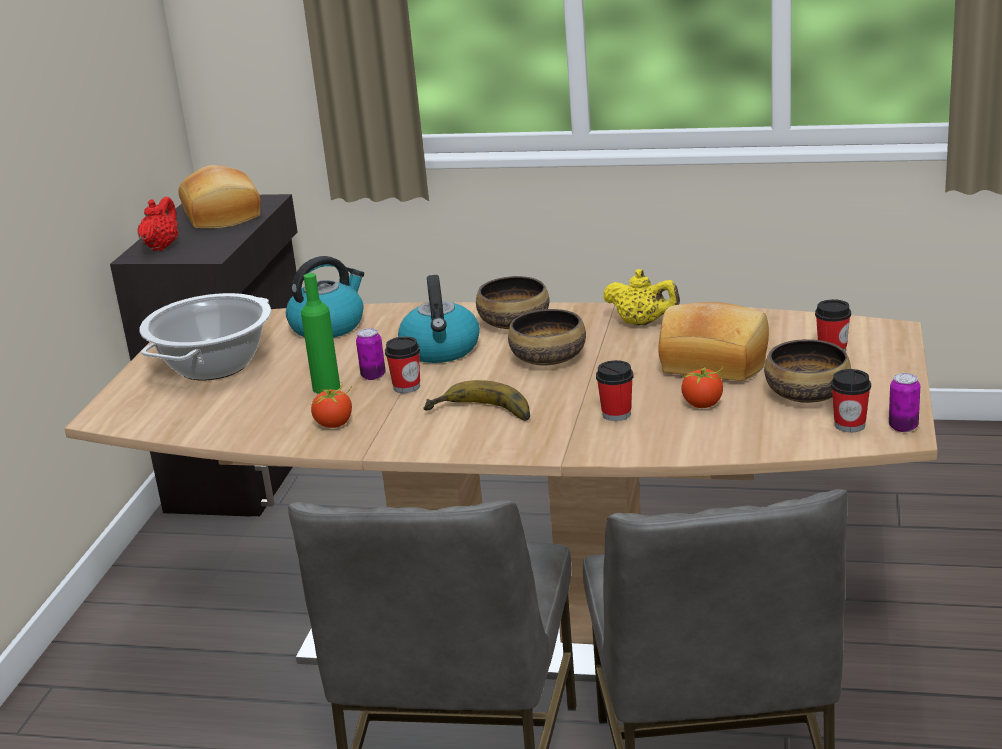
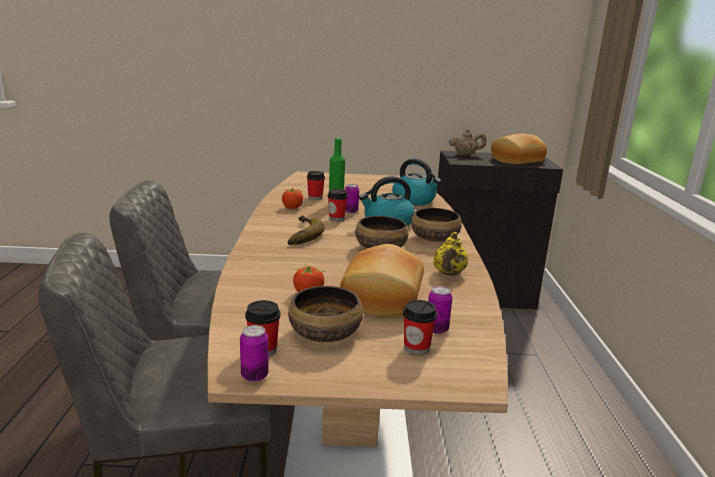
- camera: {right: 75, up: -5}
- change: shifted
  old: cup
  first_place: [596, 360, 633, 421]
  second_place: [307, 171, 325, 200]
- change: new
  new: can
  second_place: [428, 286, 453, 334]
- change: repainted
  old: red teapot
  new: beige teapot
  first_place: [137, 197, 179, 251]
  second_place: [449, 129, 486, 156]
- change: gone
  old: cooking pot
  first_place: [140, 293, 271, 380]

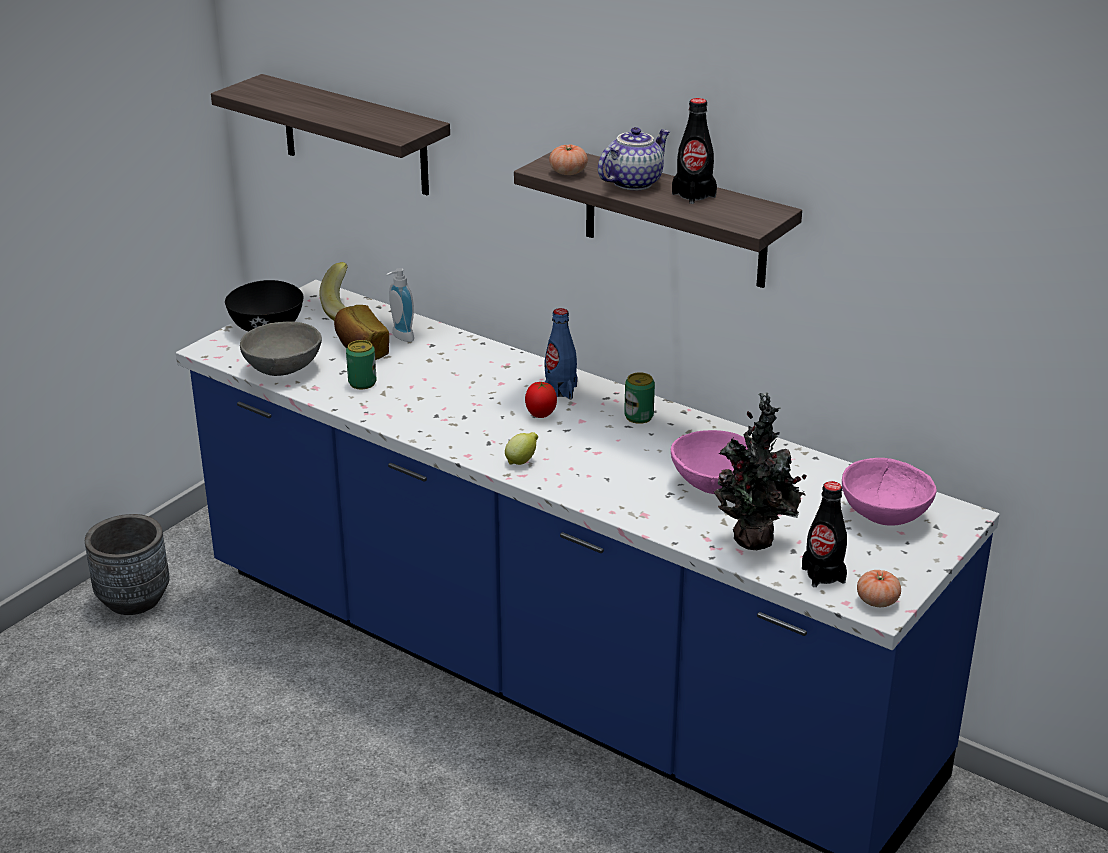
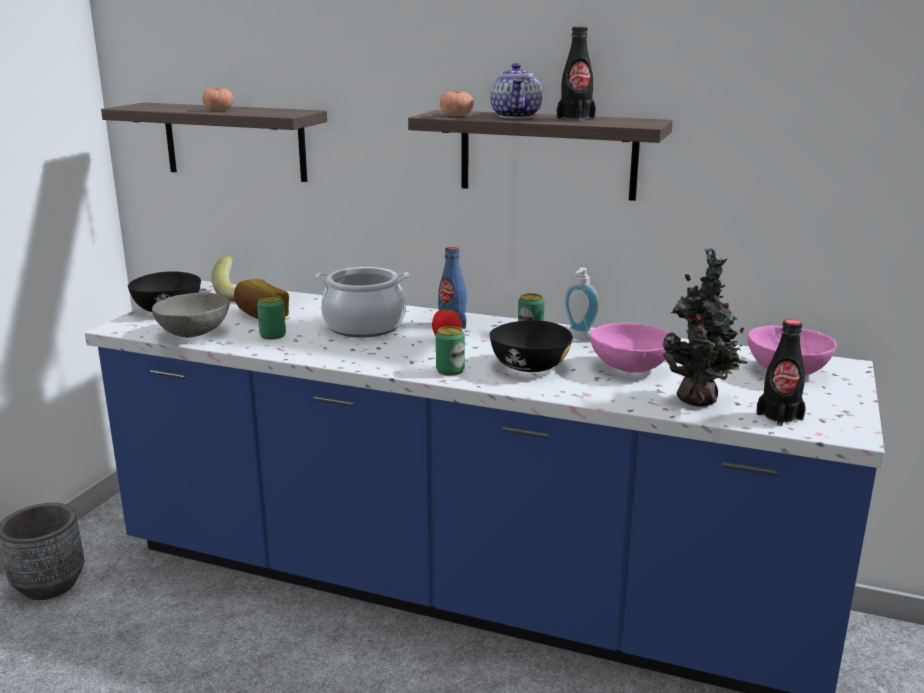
- camera: {right: -15, up: -10}
- change: shifted
  old: tomato
  first_place: [857, 570, 901, 607]
  second_place: [202, 87, 234, 111]
- change: new
  new: cooking pot
  second_place: [316, 267, 409, 338]
- change: swapped
  old: lemon
  new: can
  first_place: [505, 432, 538, 465]
  second_place: [436, 326, 465, 376]
- change: rotated
  old: teapot
  first_place: [598, 127, 670, 190]
  second_place: [490, 63, 542, 119]
  degrees: 150
- change: new
  new: black bowl
  second_place: [490, 320, 573, 372]
- change: shifted
  old: soap dispenser
  first_place: [386, 268, 414, 342]
  second_place: [564, 268, 599, 341]

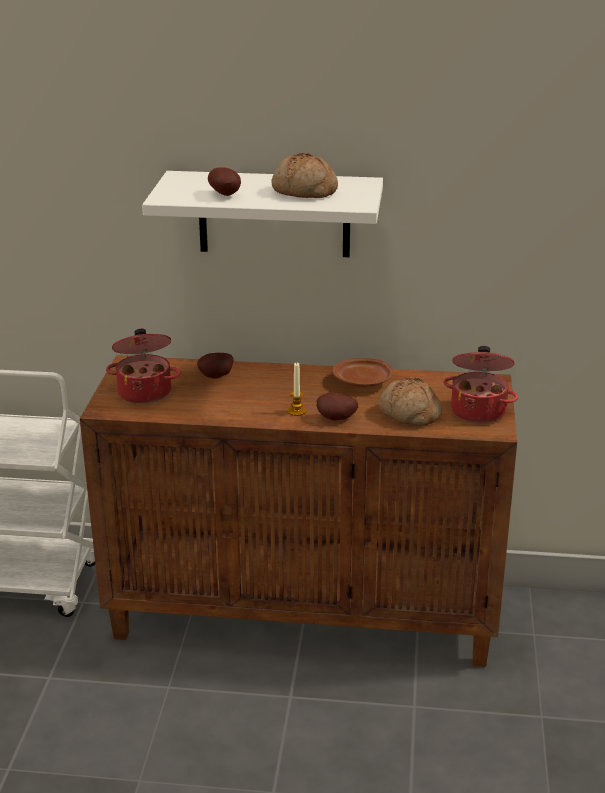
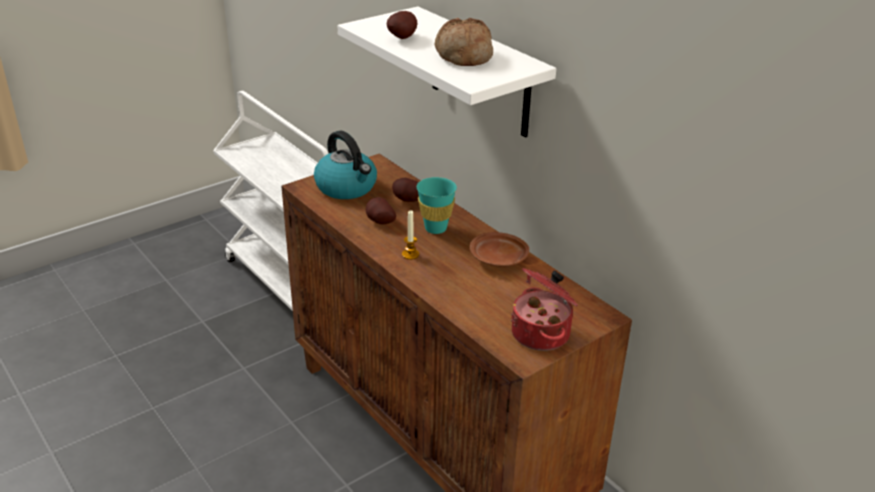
- camera: {right: 45, up: 5}
- change: swapped
  old: cooking pot
  new: kettle
  first_place: [106, 329, 181, 404]
  second_place: [314, 131, 377, 199]
- change: shifted
  old: potato
  first_place: [316, 392, 358, 421]
  second_place: [366, 197, 396, 224]
- change: new
  new: turquoise cup
  second_place: [417, 177, 457, 234]
- change: gone
  old: bread
  first_place: [378, 378, 442, 426]

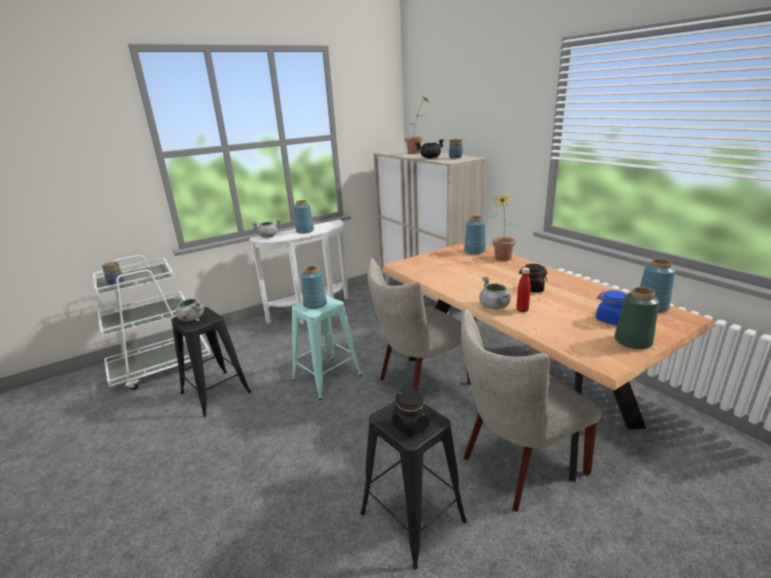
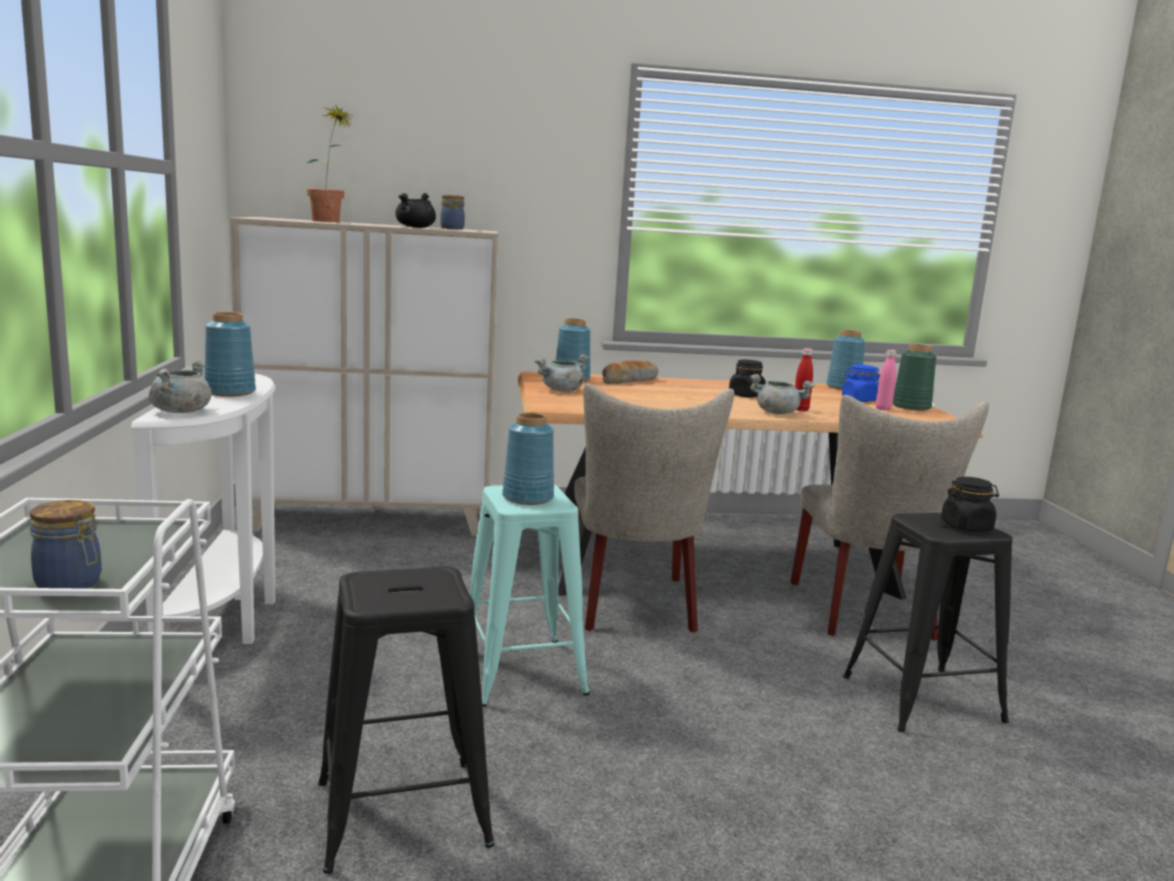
- camera: {right: -65, up: -10}
- change: shifted
  old: grey cooking pot
  first_place: [173, 296, 204, 322]
  second_place: [535, 354, 589, 392]
- change: swapped
  old: potted plant
  new: bread
  first_place: [491, 191, 518, 261]
  second_place: [602, 360, 658, 384]
- change: new
  new: pink bottle
  second_place: [876, 350, 896, 410]

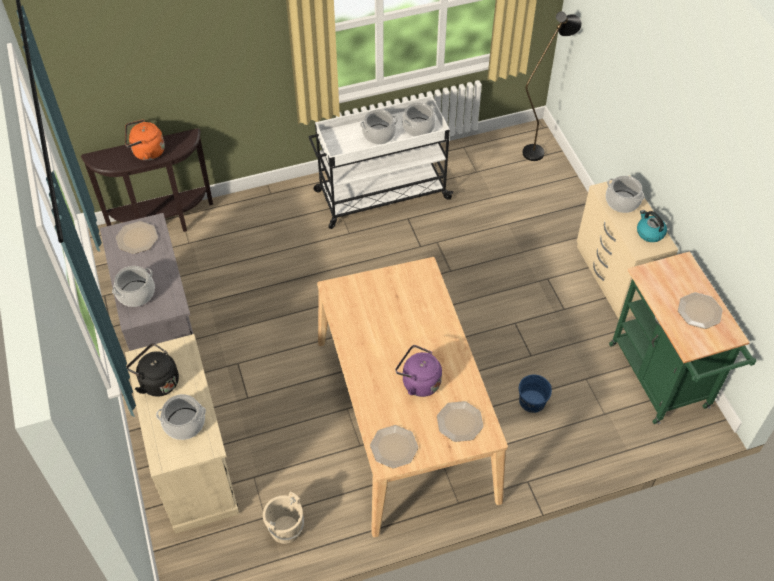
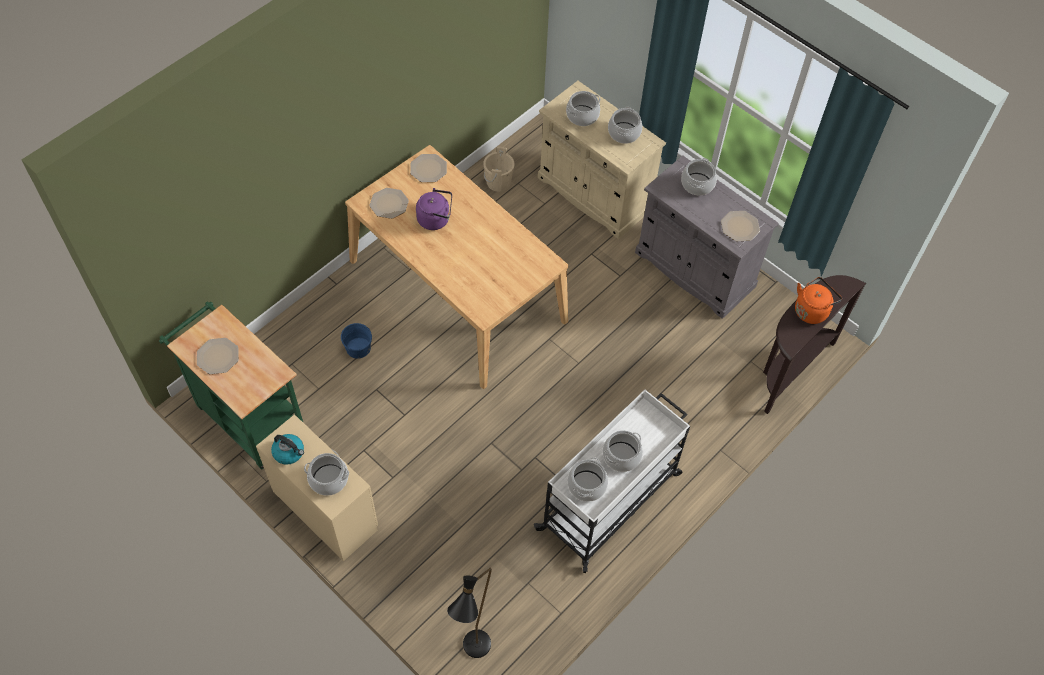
- camera: {right: 150, up: 5}
- change: swapped
  old: black kettle
  new: cooking pot
  first_place: [127, 343, 179, 397]
  second_place: [608, 107, 642, 144]

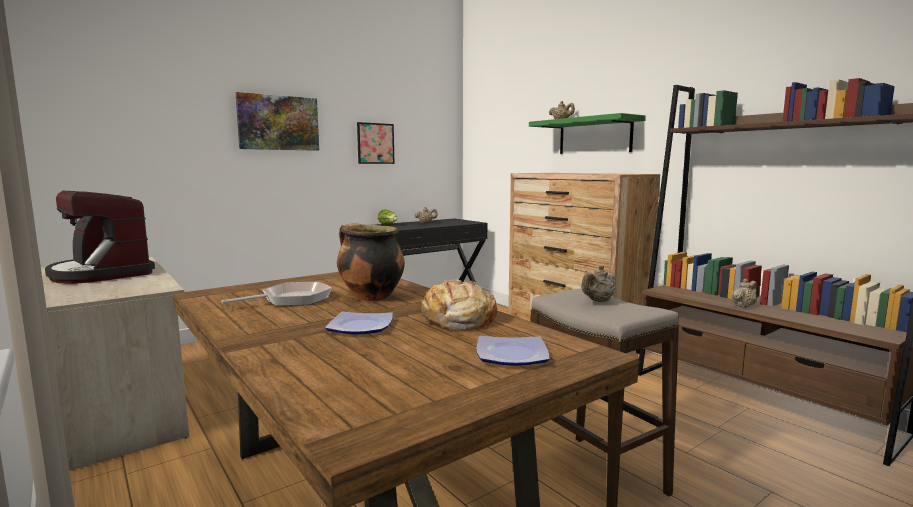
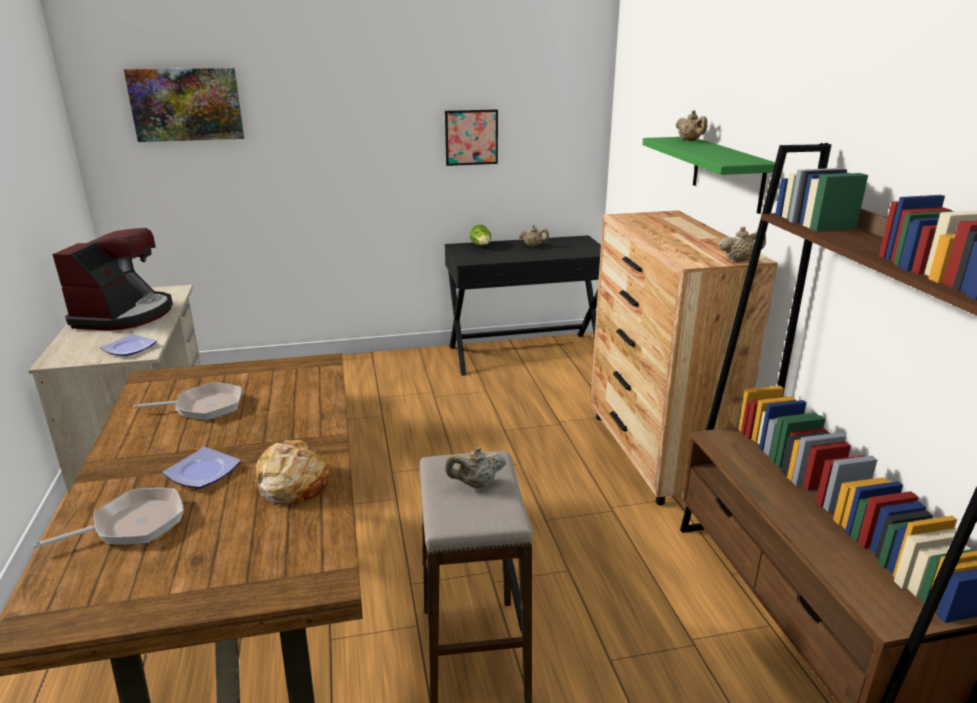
- camera: {right: 25, up: 15}
- change: new
  new: frying pan
  second_place: [33, 488, 184, 548]
- change: rotated
  old: coffee machine
  first_place: [45, 190, 155, 284]
  second_place: [52, 228, 173, 331]
  degrees: -150
- change: shifted
  old: plate
  first_place: [476, 336, 549, 366]
  second_place: [100, 334, 157, 356]
- change: shifted
  old: picture
  first_place: [235, 92, 319, 151]
  second_place: [124, 68, 244, 142]
- change: shifted
  old: beige teapot
  first_place: [732, 279, 758, 308]
  second_place: [719, 226, 766, 262]
- change: gone
  old: cooking pot
  first_place: [337, 223, 405, 301]

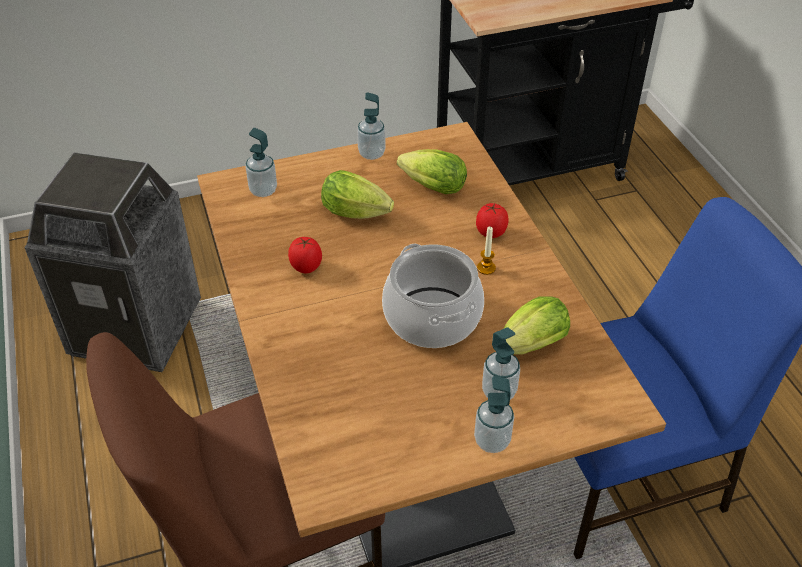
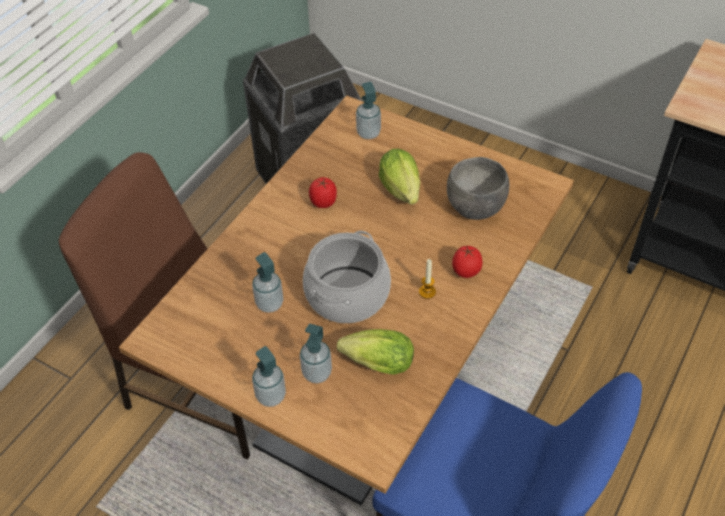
- camera: {right: 50, up: 5}
- change: shifted
  old: soap dispenser
  first_place: [357, 92, 386, 160]
  second_place: [252, 252, 283, 313]
- change: swapped
  old: lettuce
  new: grey bowl
  first_place: [397, 149, 467, 194]
  second_place: [447, 157, 509, 220]

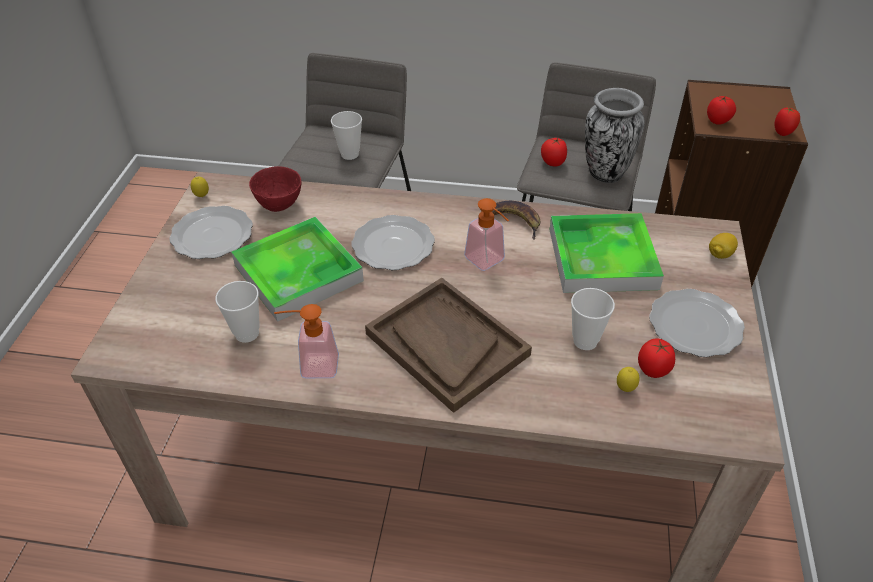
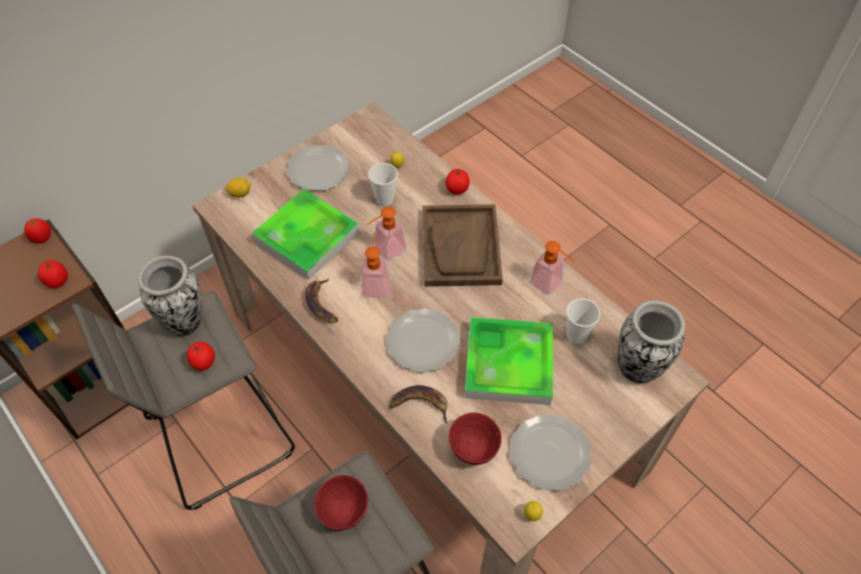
- camera: {right: -140, up: 10}
- change: swapped
  old: cup
  new: red bowl
  first_place: [331, 111, 362, 160]
  second_place: [314, 475, 368, 530]
- change: new
  new: soap dispenser
  second_place: [367, 207, 407, 261]
- change: new
  new: banana
  second_place: [390, 385, 447, 423]
- change: shifted
  old: tomato
  first_place: [638, 338, 675, 378]
  second_place: [445, 169, 470, 194]
- change: new
  new: vase
  second_place: [618, 300, 685, 383]

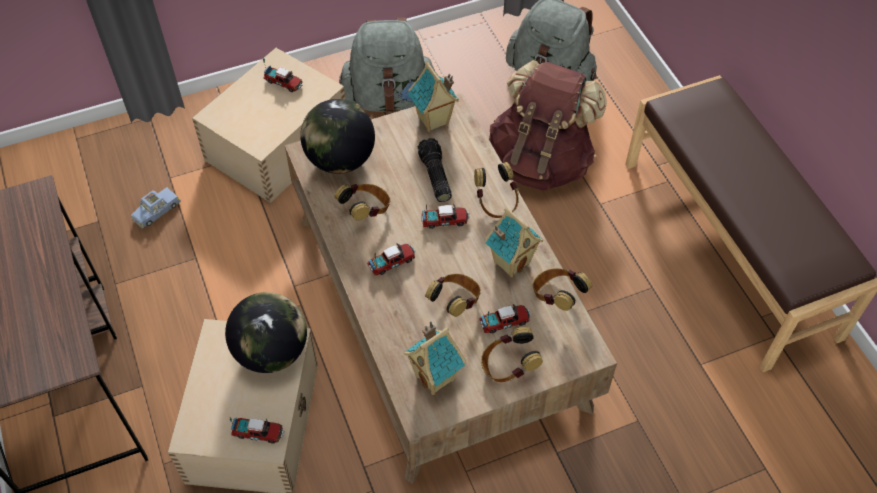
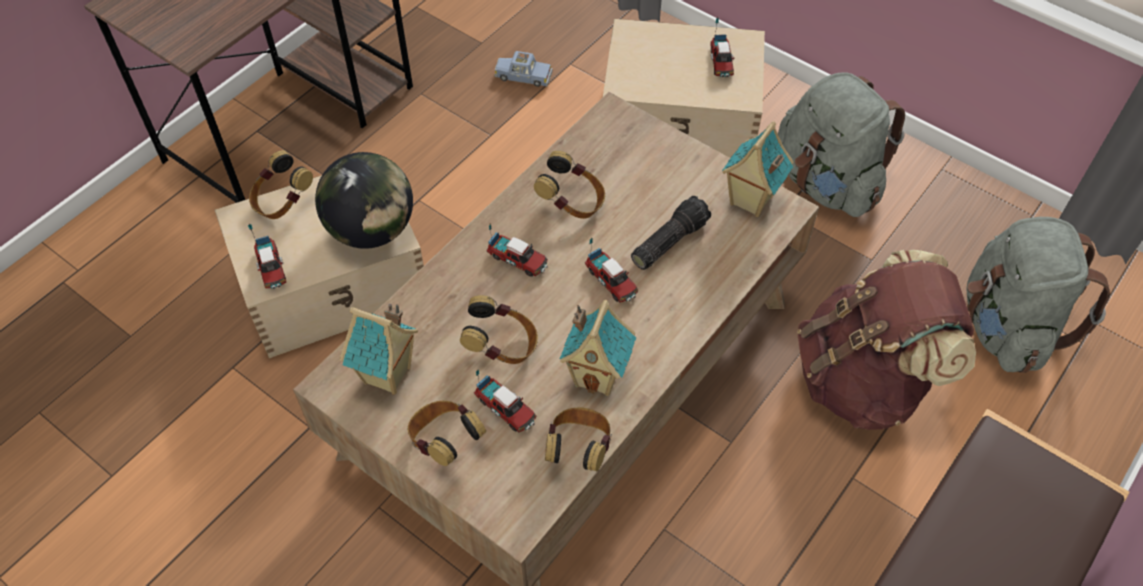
- camera: {right: 60, up: 0}
- change: shifted
  old: headphones
  first_place: [474, 162, 519, 218]
  second_place: [249, 150, 313, 219]
- change: gone
  old: globe
  first_place: [300, 99, 375, 174]

